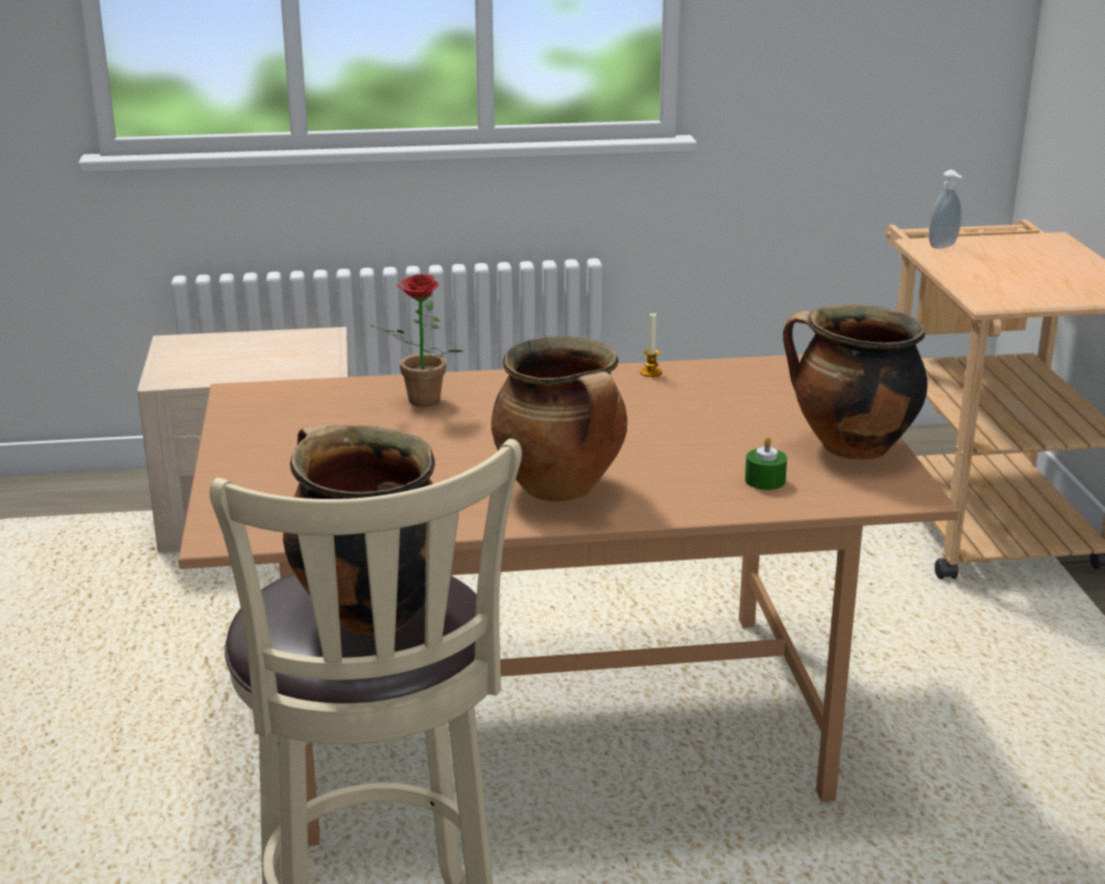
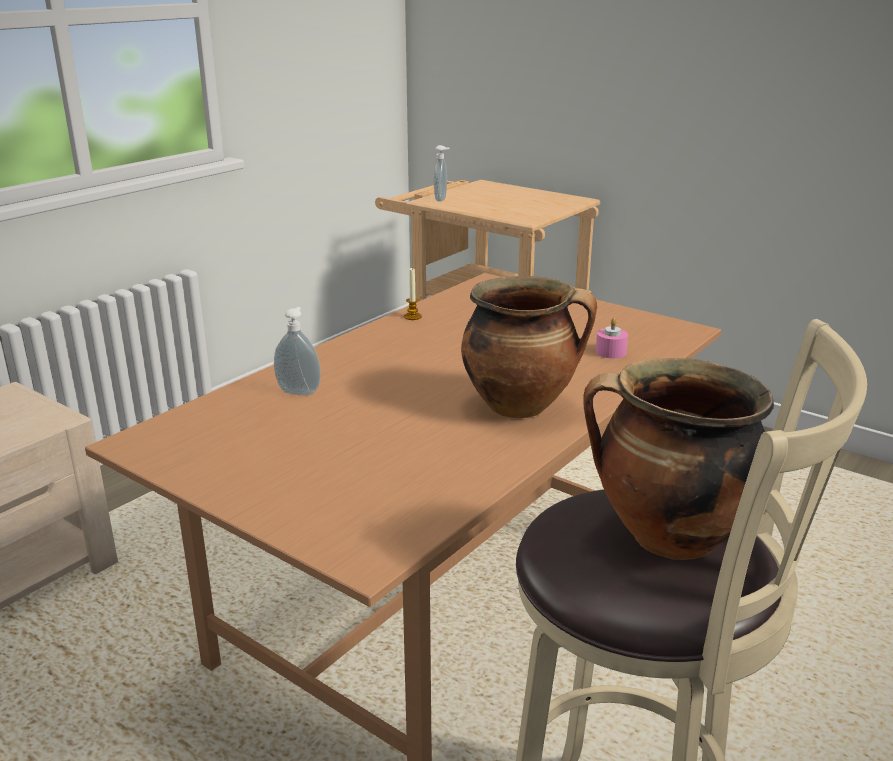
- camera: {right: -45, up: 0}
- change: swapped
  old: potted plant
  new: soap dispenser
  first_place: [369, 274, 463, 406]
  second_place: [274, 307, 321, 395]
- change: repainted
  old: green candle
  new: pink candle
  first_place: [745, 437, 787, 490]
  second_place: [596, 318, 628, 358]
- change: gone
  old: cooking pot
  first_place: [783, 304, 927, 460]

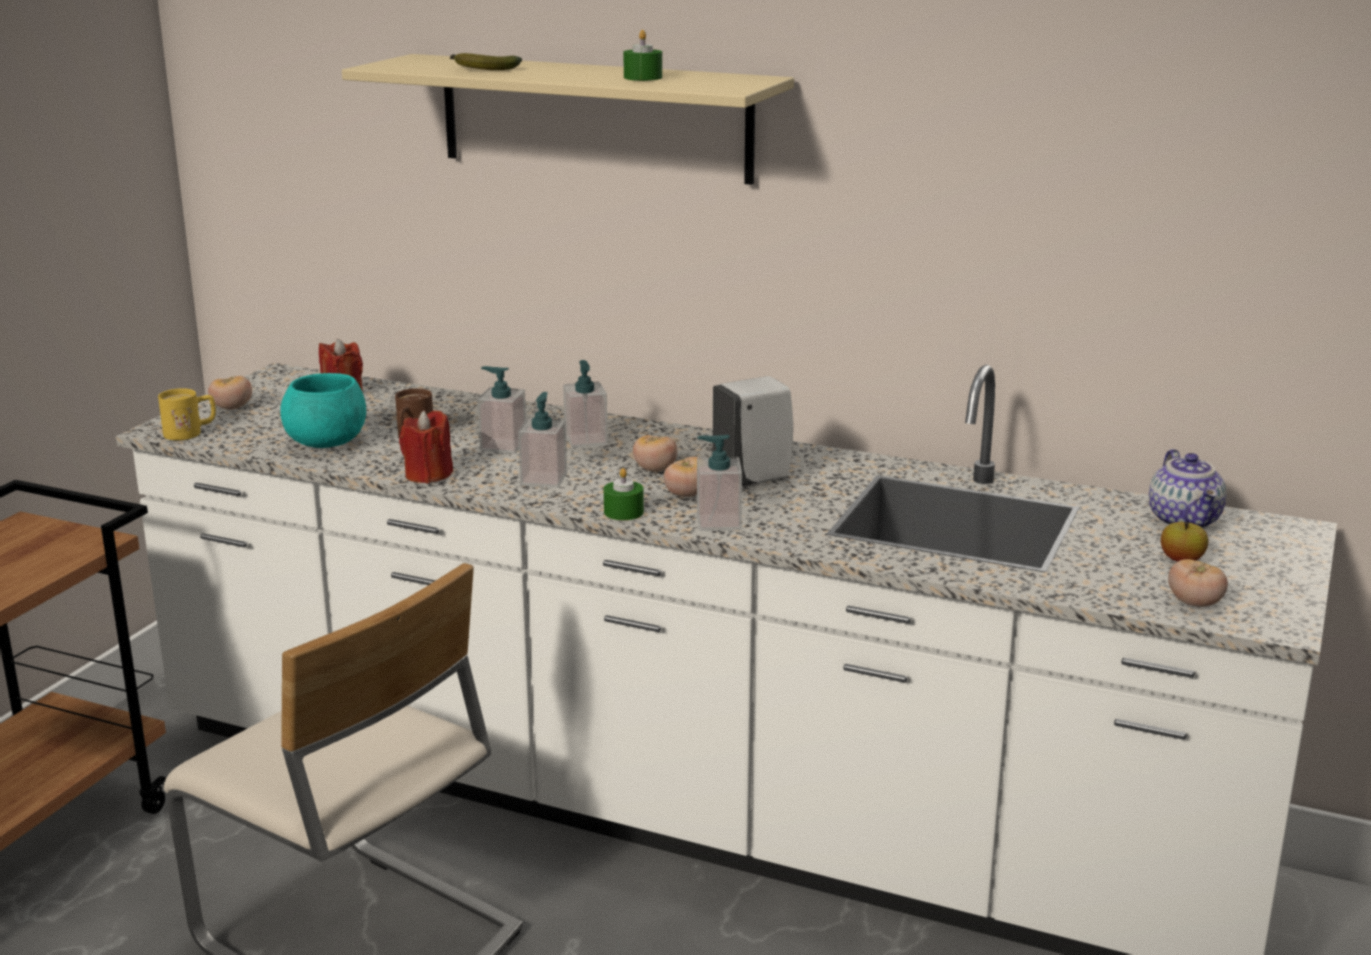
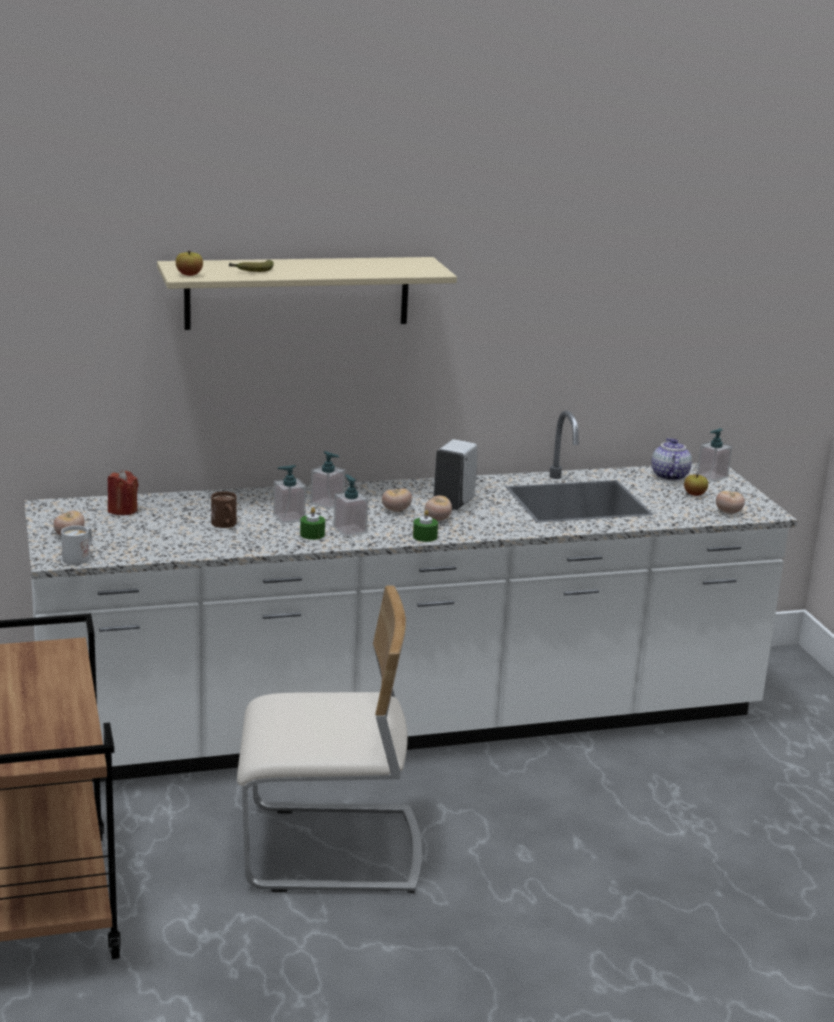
- camera: {right: -40, up: 0}
- change: repainted
  old: yellow mug
  new: white mug
  first_place: [158, 388, 216, 440]
  second_place: [61, 525, 92, 565]
- change: new
  new: apple
  second_place: [176, 251, 203, 276]
- change: shifted
  old: green candle
  first_place: [623, 30, 662, 81]
  second_place: [300, 507, 325, 540]
- change: rotated
  old: teapot
  first_place: [1149, 449, 1226, 529]
  second_place: [651, 438, 692, 481]
  degrees: -135
- change: shifted
  old: soap dispenser
  first_place: [697, 435, 742, 531]
  second_place: [697, 428, 732, 482]
- change: gone
  old: turquoise bowl
  first_place: [280, 373, 366, 448]
- change: gone
  old: red candle
  first_place: [399, 410, 453, 483]

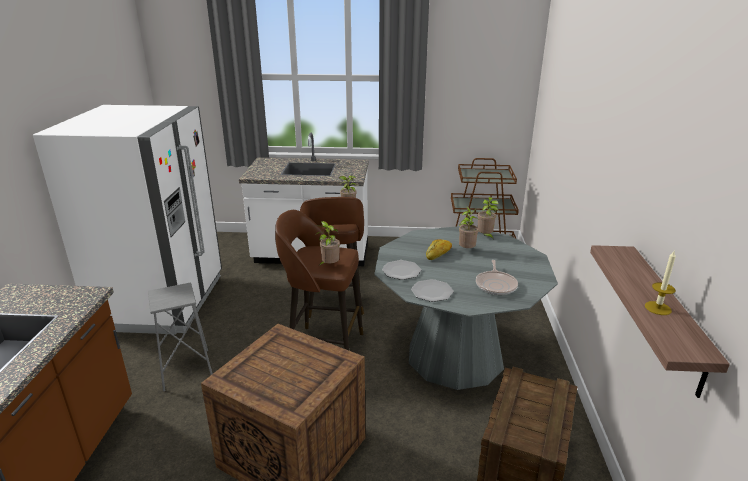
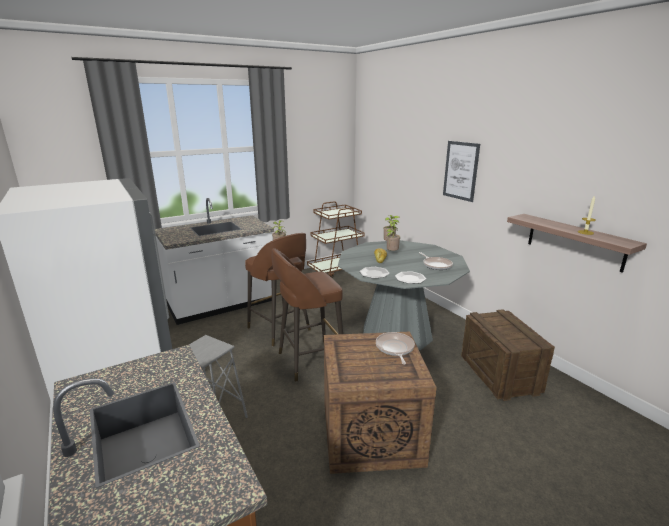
- camera: {right: -35, up: -5}
- change: new
  new: frying pan
  second_place: [376, 332, 415, 365]
- change: new
  new: picture
  second_place: [443, 141, 480, 202]
- change: gone
  old: potted plant
  first_place: [317, 221, 340, 266]

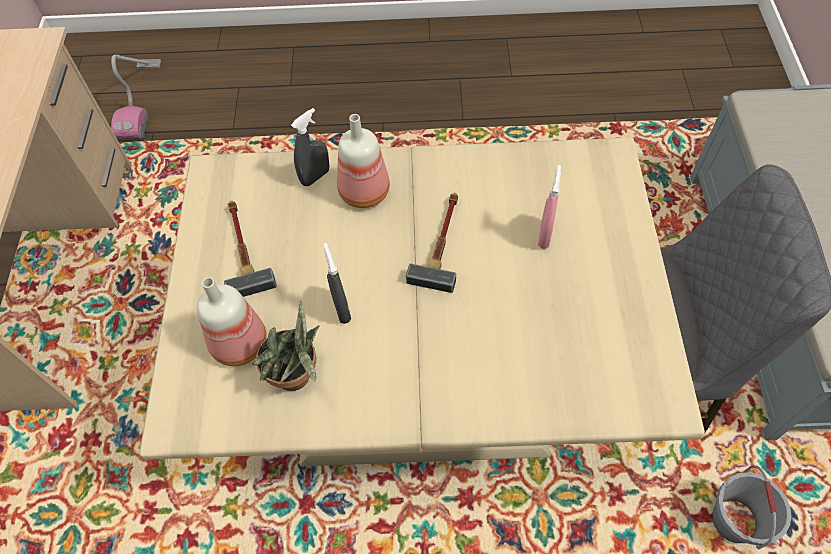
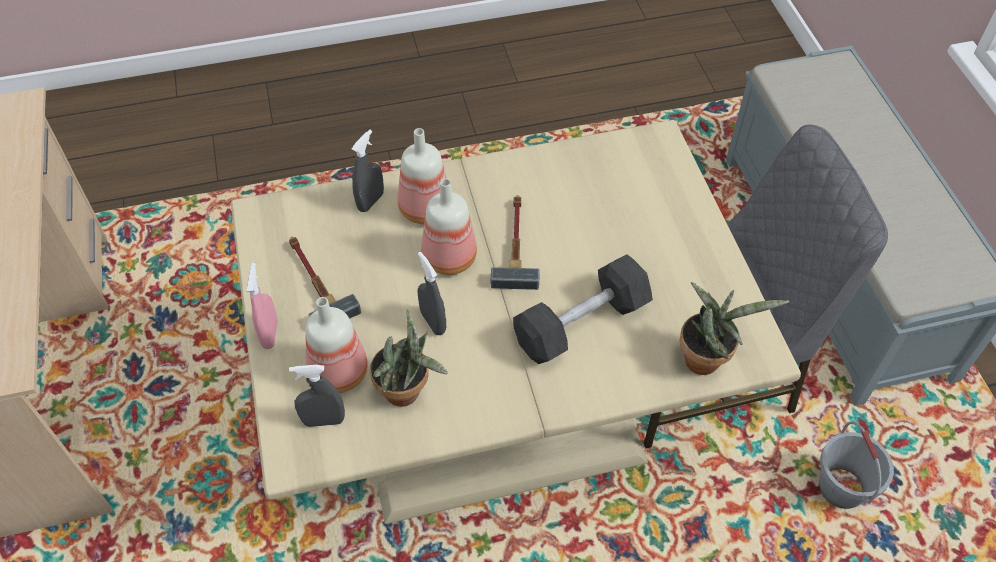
- camera: {right: -15, up: -5}
- change: shifted
  old: pink spray bottle
  first_place: [538, 165, 561, 249]
  second_place: [247, 262, 278, 349]
- change: new
  new: grey spray bottle
  second_place: [289, 365, 345, 427]
- change: new
  new: bottle
  second_place: [421, 178, 477, 275]
- change: new
  new: black dumbbell
  second_place: [513, 254, 653, 364]
- change: new
  new: potted plant
  second_place: [680, 282, 790, 375]
- change: gone
  old: vacuum cleaner
  first_place: [111, 54, 161, 140]

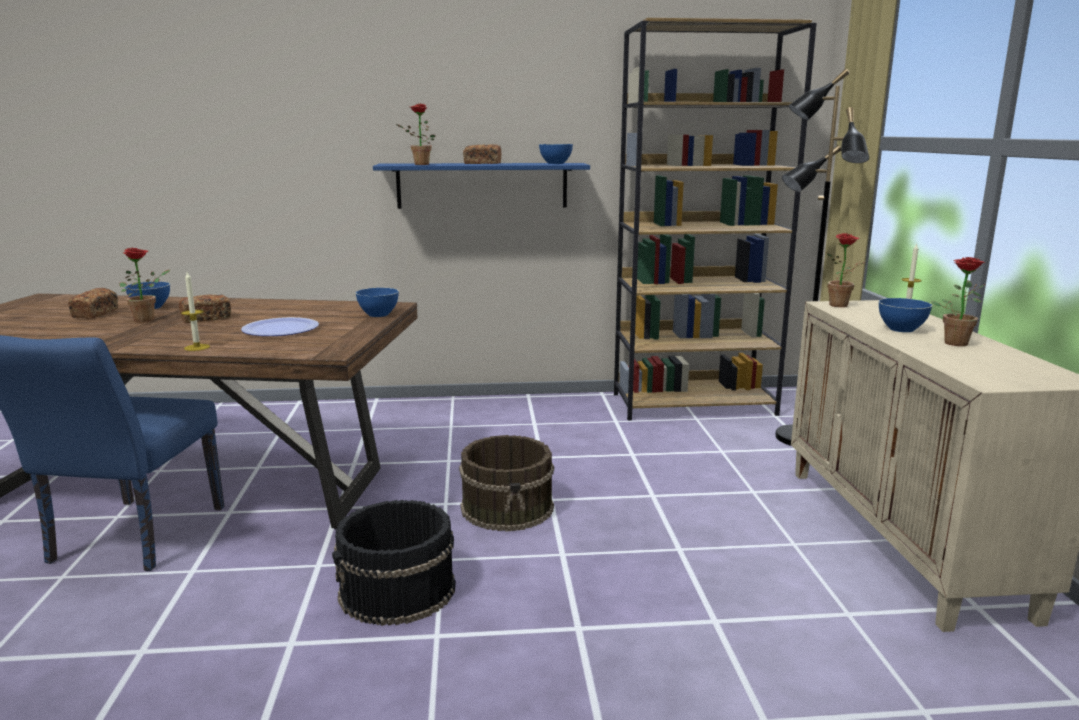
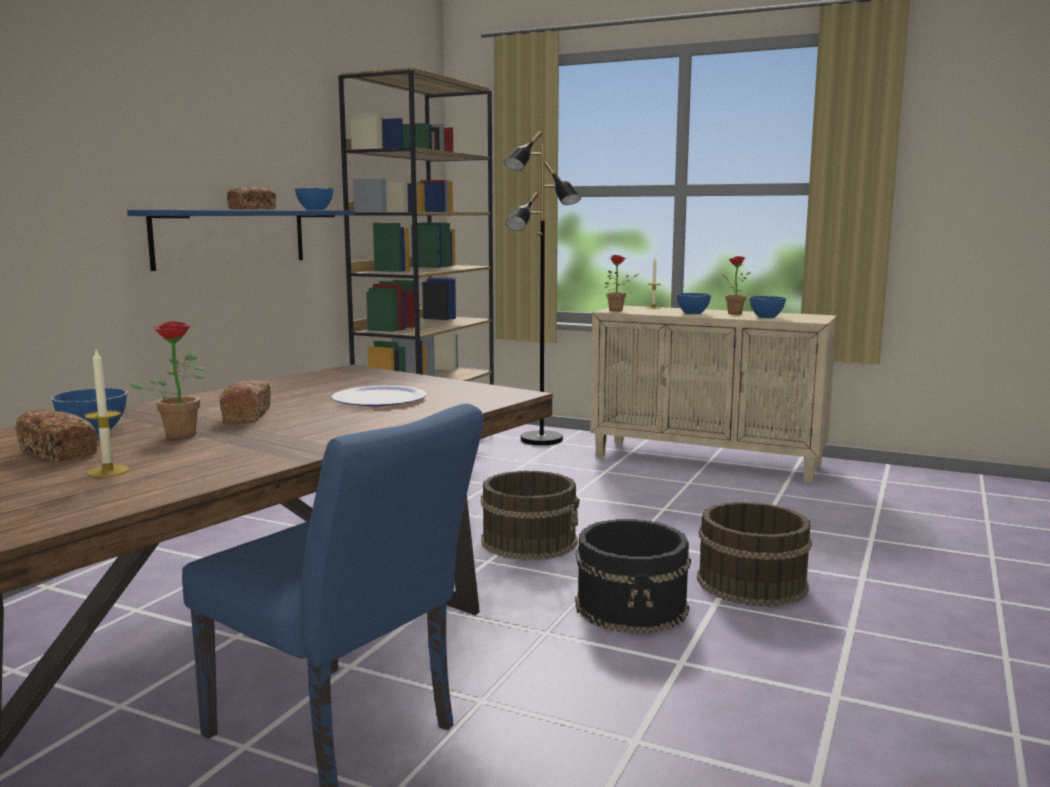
- camera: {right: -60, up: -5}
- change: shifted
  old: candle
  first_place: [181, 272, 210, 351]
  second_place: [84, 350, 129, 477]
- change: new
  new: brown bucket
  second_place: [697, 501, 812, 607]
- change: shifted
  old: blue bowl
  first_place: [356, 288, 399, 317]
  second_place: [749, 296, 786, 318]
- change: gone
  old: potted plant
  first_place: [396, 103, 435, 165]

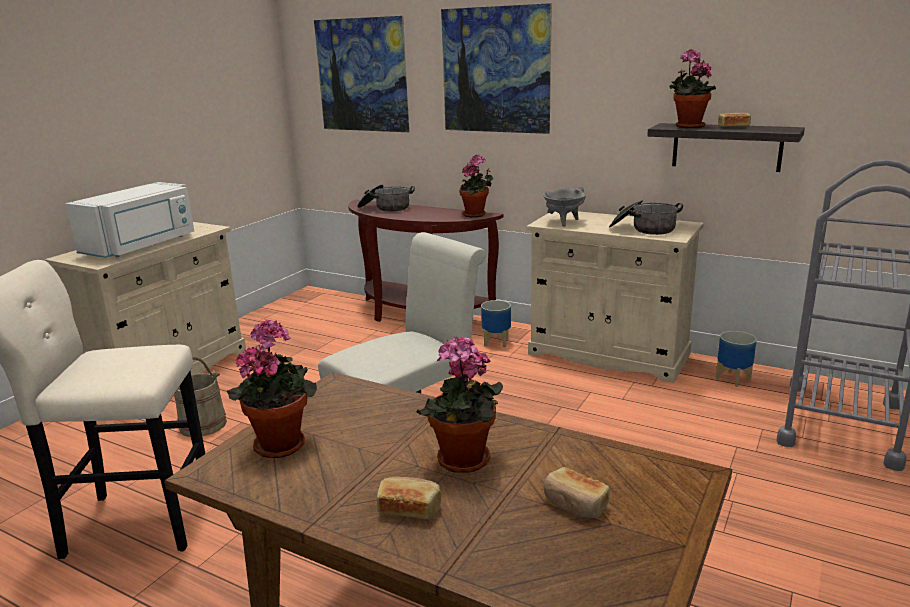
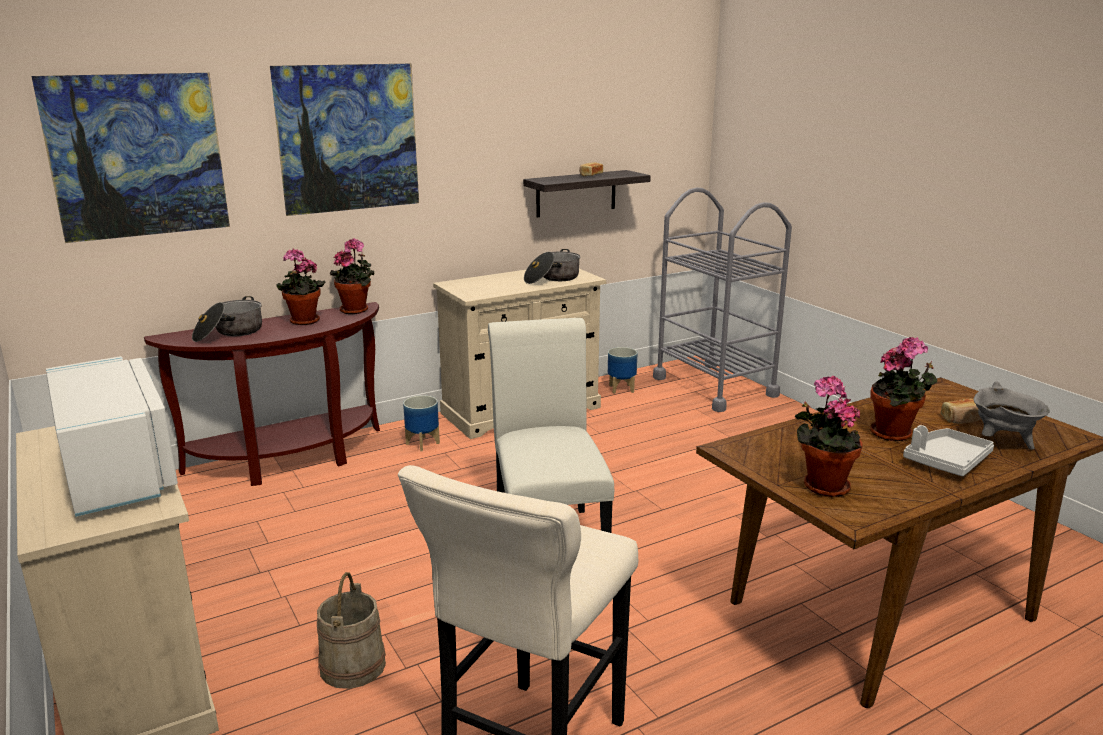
- camera: {right: -60, up: 0}
- change: shifted
  old: potted plant
  first_place: [670, 49, 716, 128]
  second_place: [277, 249, 326, 325]
- change: swapped
  old: bread
  new: grey tray
  first_place: [377, 477, 441, 519]
  second_place: [903, 425, 994, 476]
- change: shifted
  old: grey cooking pot
  first_place: [543, 187, 585, 227]
  second_place: [973, 381, 1050, 450]

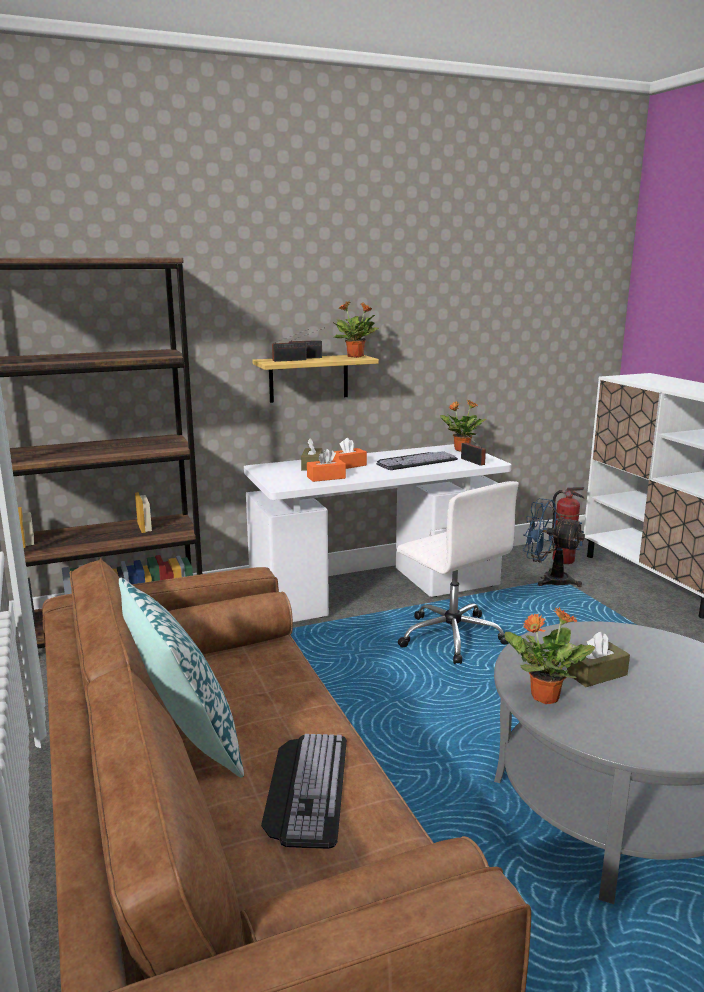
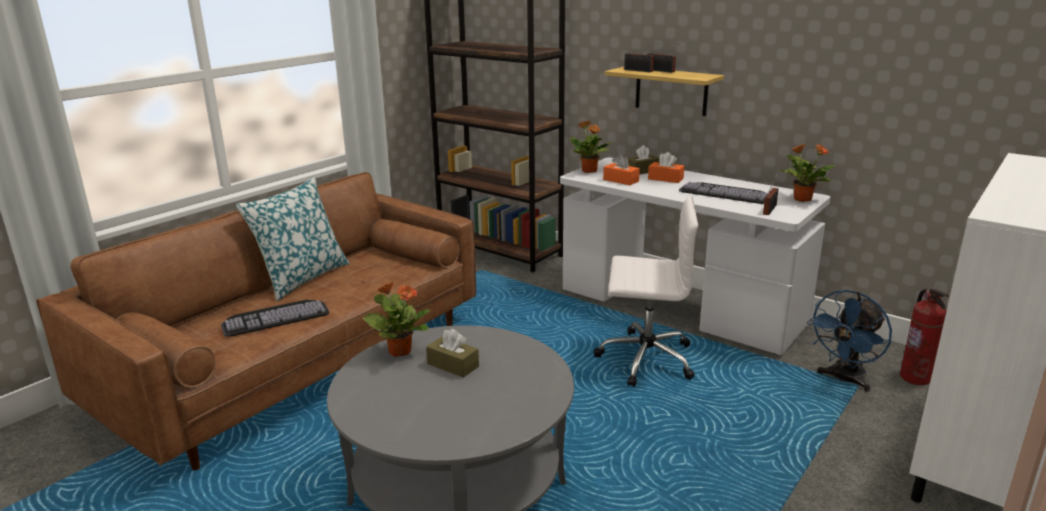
- camera: {right: 60, up: 5}
- change: shifted
  old: potted plant
  first_place: [334, 301, 379, 358]
  second_place: [570, 121, 612, 173]
- change: rotated
  old: white office chair
  first_place: [397, 481, 519, 664]
  second_place: [594, 196, 698, 387]
  degrees: -105
- change: rotated
  old: blue fan
  first_place: [523, 498, 585, 587]
  second_place: [807, 290, 892, 392]
  degrees: -135

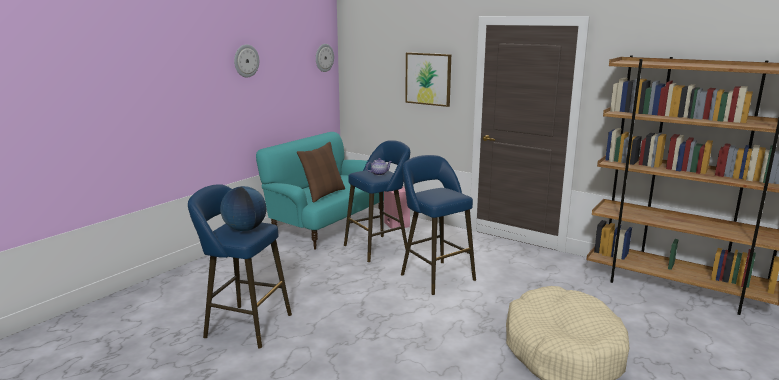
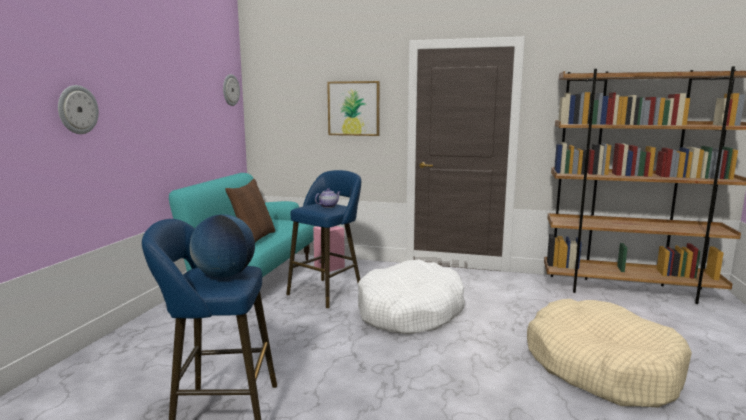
- camera: {right: -20, up: -5}
- change: shifted
  old: wall clock
  first_place: [234, 44, 259, 78]
  second_place: [58, 85, 99, 134]
- change: swapped
  old: blue stool
  new: white dog bed
  first_place: [401, 155, 476, 295]
  second_place: [358, 260, 465, 335]

